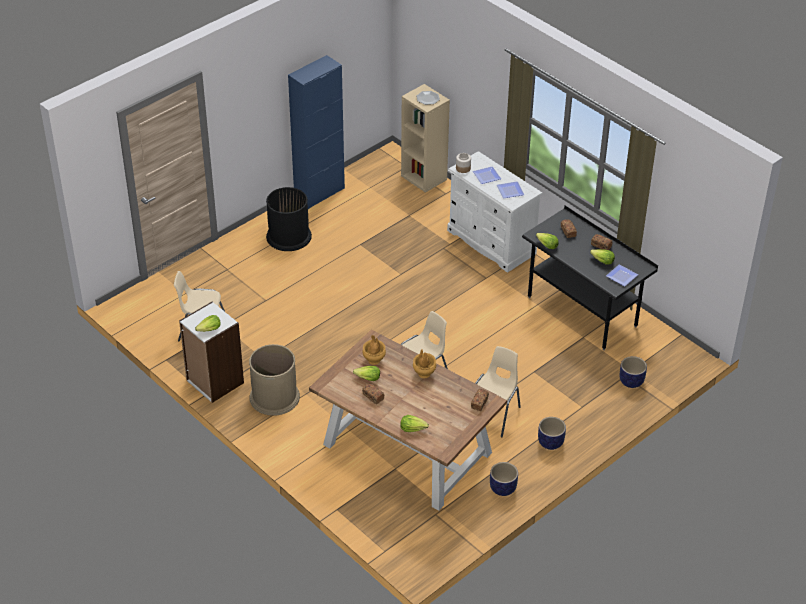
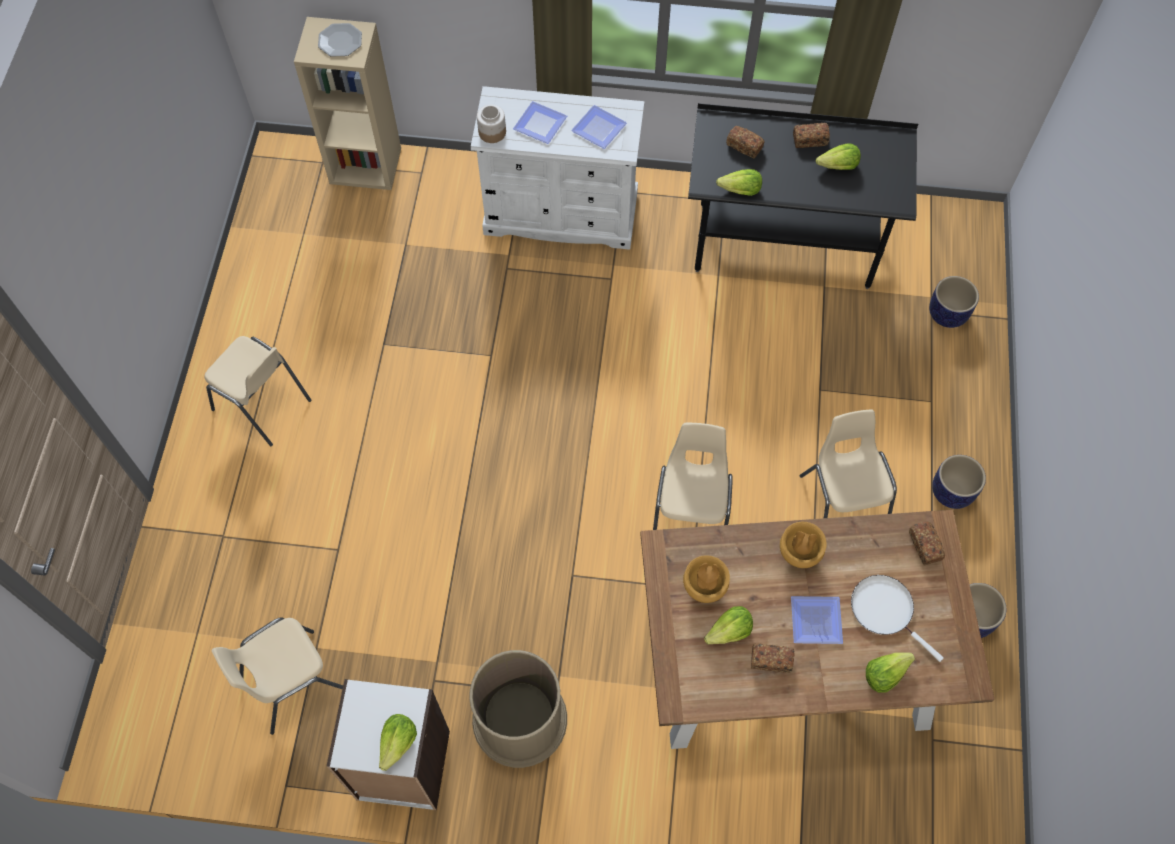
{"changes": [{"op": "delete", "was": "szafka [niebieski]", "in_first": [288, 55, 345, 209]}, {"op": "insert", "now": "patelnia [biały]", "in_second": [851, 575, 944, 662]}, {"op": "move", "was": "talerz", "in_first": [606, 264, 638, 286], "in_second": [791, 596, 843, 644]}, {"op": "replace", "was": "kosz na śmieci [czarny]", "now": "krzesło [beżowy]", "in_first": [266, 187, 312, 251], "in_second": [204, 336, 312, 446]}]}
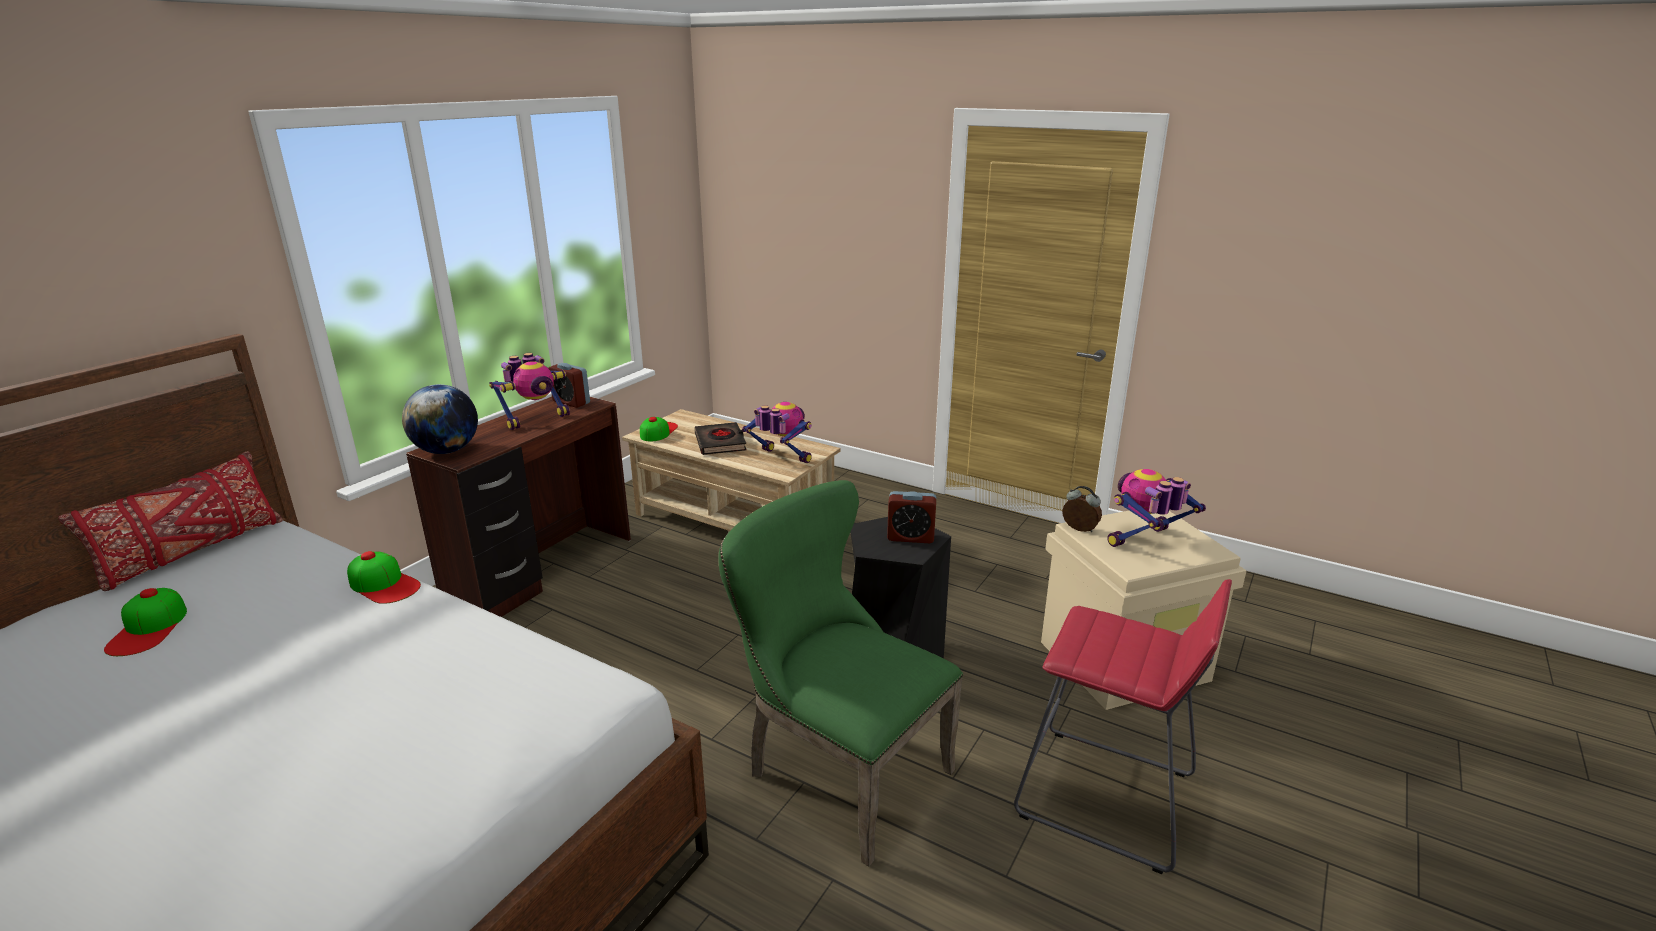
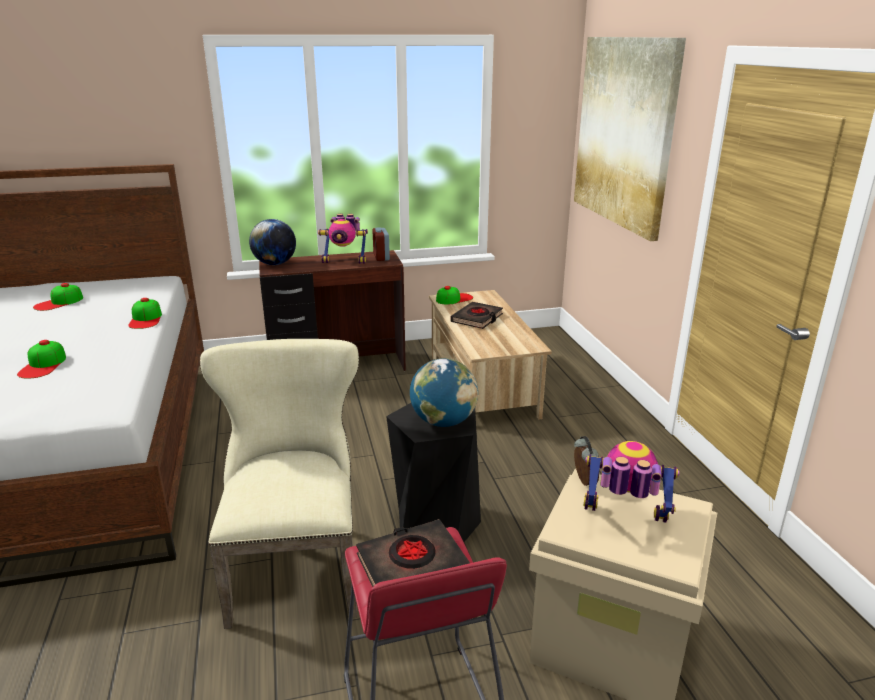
{"changes": [{"op": "delete", "was": "poduszka [czerwony]", "in_first": [58, 451, 283, 591]}, {"op": "delete", "was": "robot zabawkowy", "in_first": [742, 402, 812, 463]}, {"op": "insert", "now": "czapka z daszkiem", "in_second": [17, 340, 66, 379]}, {"op": "insert", "now": "książka [czarny]", "in_second": [356, 519, 470, 587]}, {"op": "insert", "now": "obraz", "in_second": [574, 37, 686, 241]}, {"op": "replace", "was": "budzik", "now": "globus", "in_first": [887, 491, 936, 543], "in_second": [410, 358, 478, 427]}, {"op": "recolor", "was": "krzesło [zielony]", "now": "krzesło [beżowy]", "in_first": [718, 480, 963, 867], "in_second": [200, 339, 359, 629]}]}
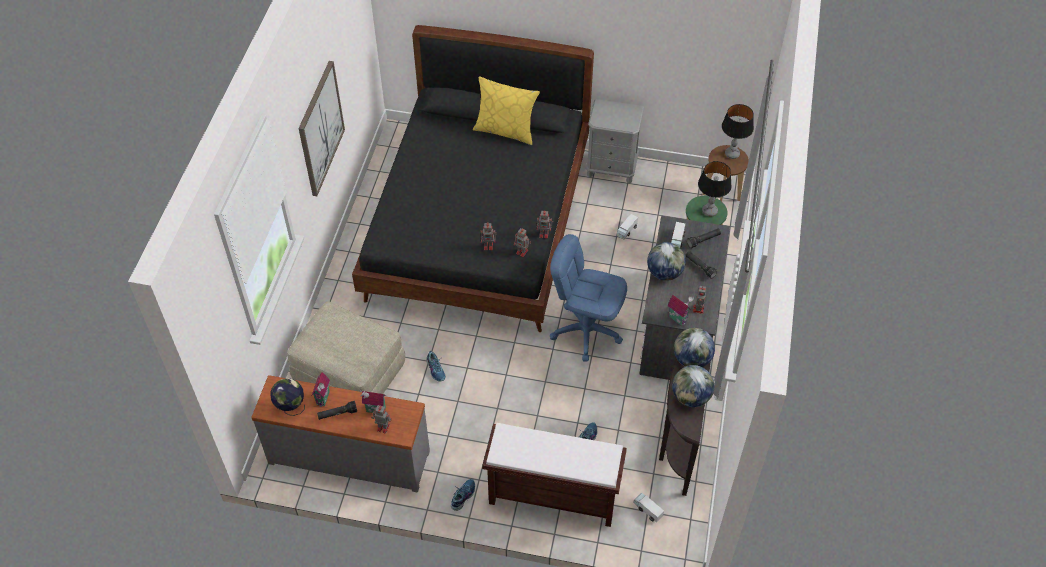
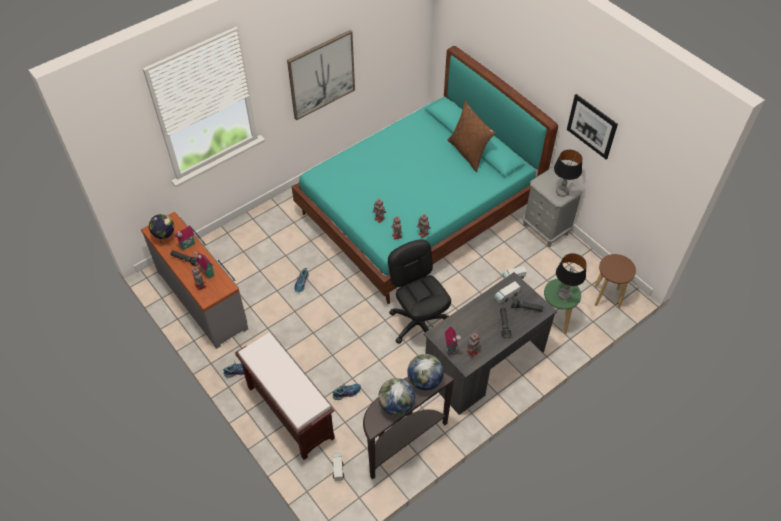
{"changes": [{"op": "delete", "was": "pufa [beżowy]", "in_first": [287, 301, 405, 394]}, {"op": "delete", "was": "globus", "in_first": [647, 242, 686, 281]}, {"op": "insert", "now": "obraz", "in_second": [567, 94, 618, 159]}, {"op": "move", "was": "lampa stołowa", "in_first": [722, 104, 754, 159], "in_second": [554, 150, 582, 197]}, {"op": "recolor", "was": "łóżko [czarny]", "now": "łóżko [turkusowy]", "in_first": [352, 25, 594, 332], "in_second": [292, 46, 558, 304]}, {"op": "recolor", "was": "poduszka [żółty]", "now": "poduszka [brązowy]", "in_first": [473, 76, 540, 145], "in_second": [448, 101, 496, 172]}, {"op": "recolor", "was": "krzesło biurowe [niebieski]", "now": "krzesło biurowe [czarny]", "in_first": [550, 234, 627, 362], "in_second": [388, 239, 451, 344]}]}
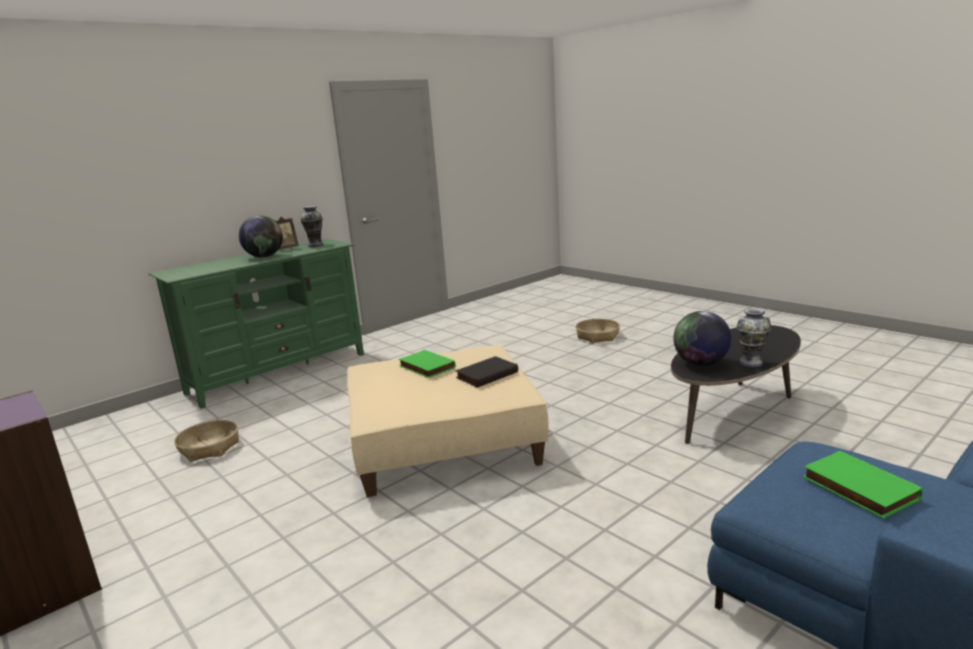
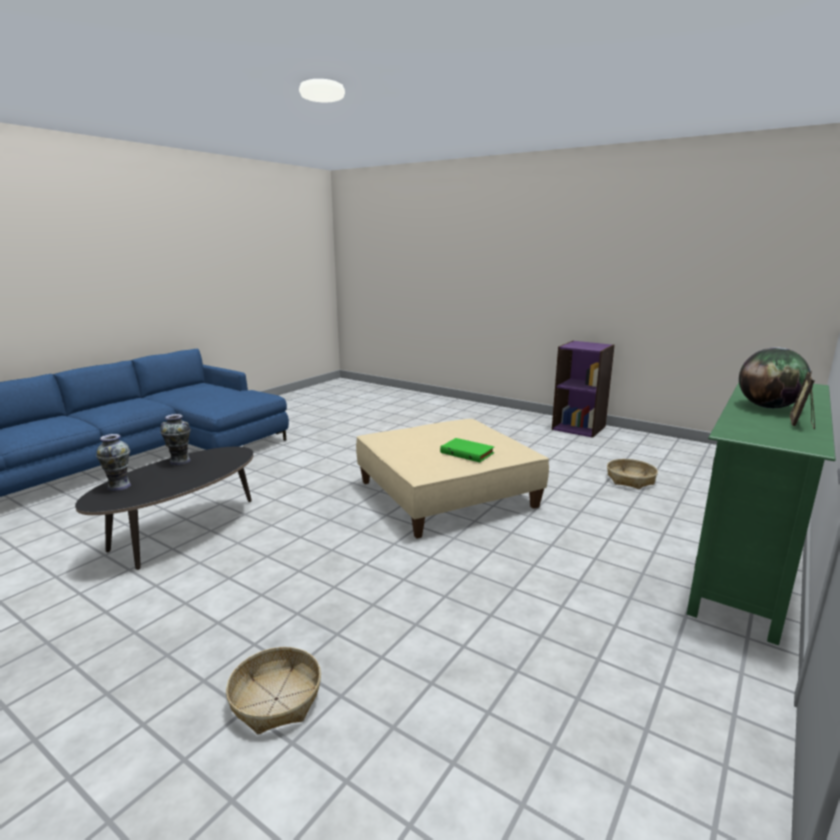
{"changes": [{"op": "delete", "was": "książka [czarny]", "in_first": [455, 356, 518, 388]}, {"op": "delete", "was": "globus", "in_first": [673, 311, 732, 366]}, {"op": "delete", "was": "książka [zielony]", "in_first": [802, 451, 922, 519]}, {"op": "move", "was": "wazon", "in_first": [300, 206, 324, 247], "in_second": [96, 434, 131, 491]}]}
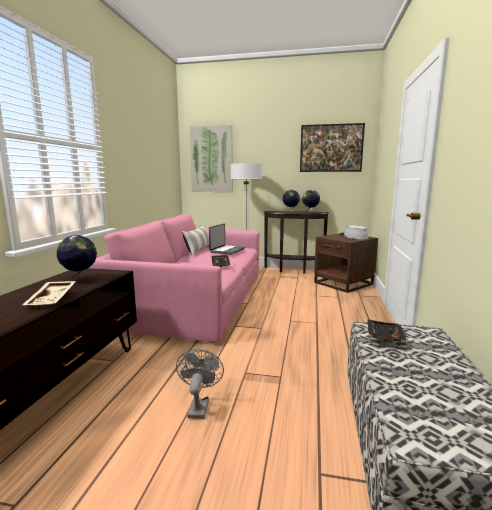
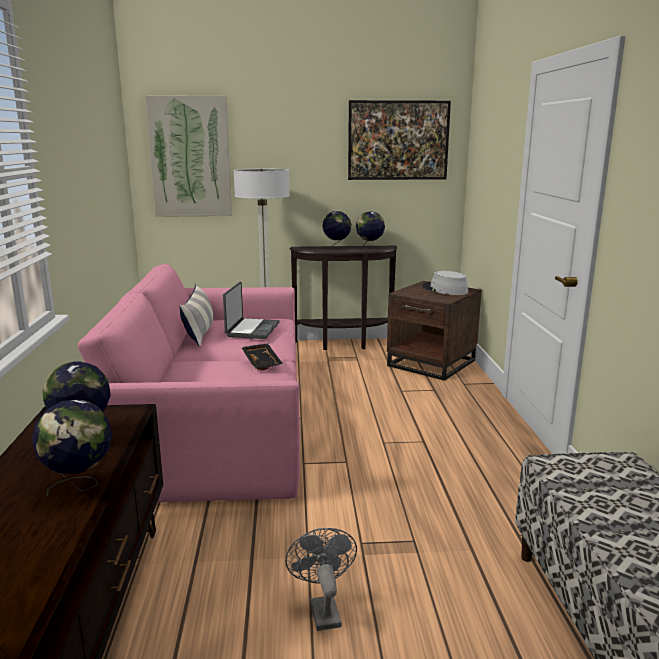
{"changes": [{"op": "delete", "was": "taca [czarny]", "in_first": [368, 319, 407, 342]}, {"op": "replace", "was": "taca [beżowy]", "now": "globus", "in_first": [23, 281, 76, 308], "in_second": [32, 400, 112, 496]}]}
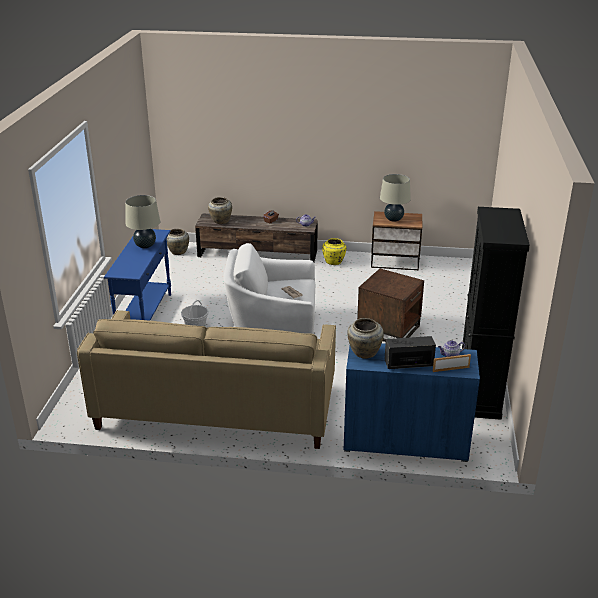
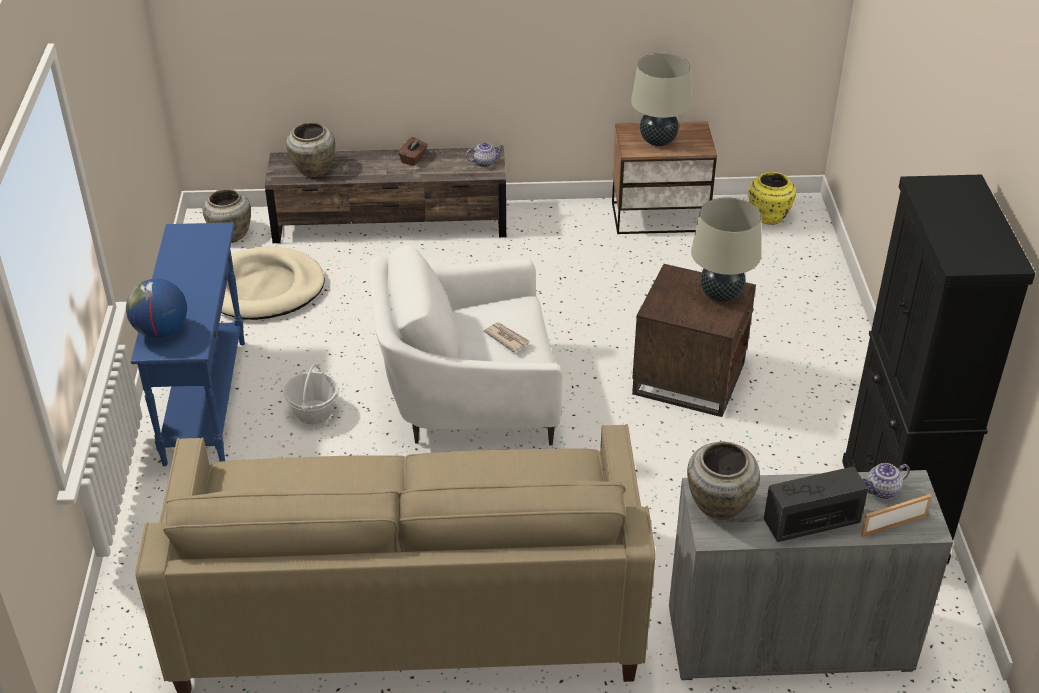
{"changes": [{"op": "insert", "now": "globus", "in_second": [126, 279, 187, 338]}, {"op": "insert", "now": "legowisko [beżowy]", "in_second": [221, 246, 325, 320]}, {"op": "move", "was": "lampa stołowa [beżowy]", "in_first": [125, 195, 160, 248], "in_second": [691, 197, 761, 302]}, {"op": "move", "was": "wazon [żółty]", "in_first": [322, 238, 346, 265], "in_second": [748, 172, 796, 225]}, {"op": "recolor", "was": "szafka [niebieski]", "now": "szafka [szary]", "in_first": [343, 343, 480, 462], "in_second": [669, 470, 953, 680]}]}
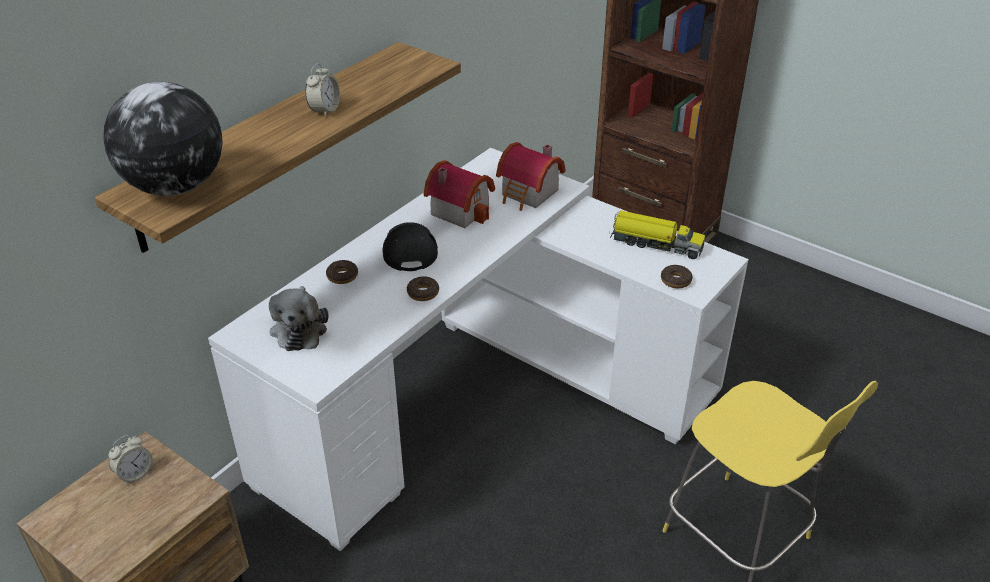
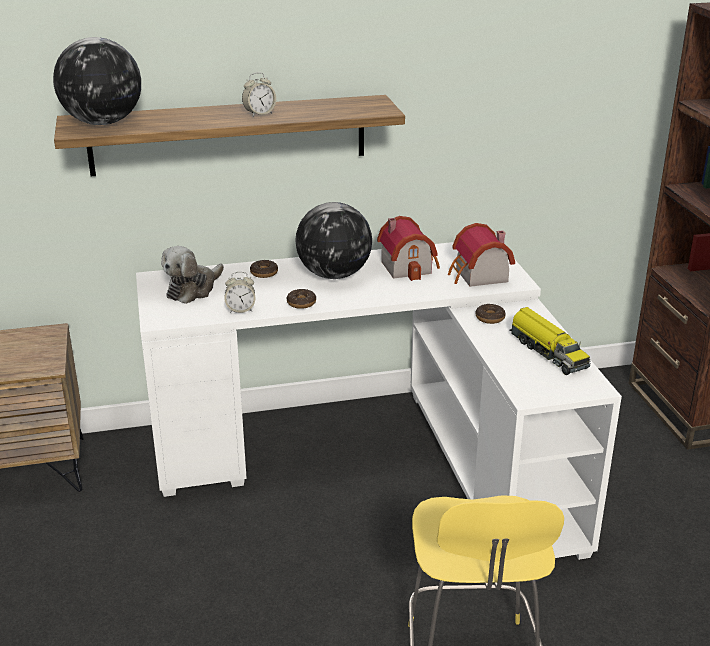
{"changes": [{"op": "move", "was": "budzik", "in_first": [108, 435, 153, 485], "in_second": [224, 272, 256, 313]}, {"op": "move", "was": "donut", "in_first": [661, 265, 693, 288], "in_second": [476, 304, 506, 324]}, {"op": "replace", "was": "czapka z daszkiem [czarny]", "now": "globus", "in_first": [382, 222, 438, 271], "in_second": [295, 202, 372, 279]}]}
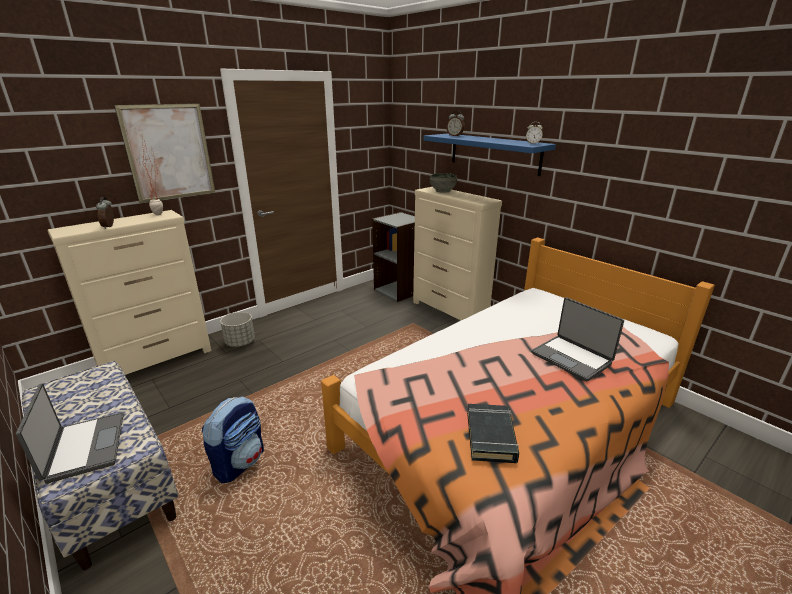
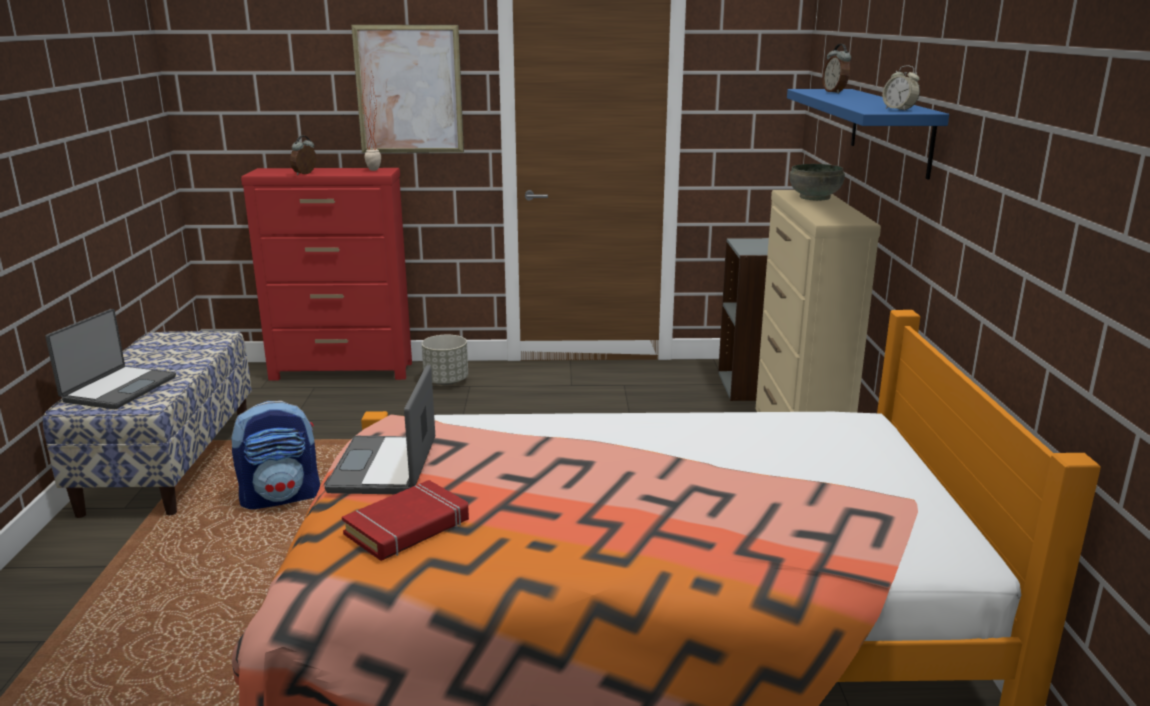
{"changes": [{"op": "move", "was": "laptop", "in_first": [531, 297, 624, 381], "in_second": [324, 365, 435, 494]}, {"op": "recolor", "was": "komoda [beżowy]", "now": "komoda [czerwony]", "in_first": [48, 210, 212, 375], "in_second": [241, 168, 412, 381]}, {"op": "recolor", "was": "książka [czarny]", "now": "książka [czerwony]", "in_first": [467, 404, 519, 463], "in_second": [342, 480, 469, 561]}]}
